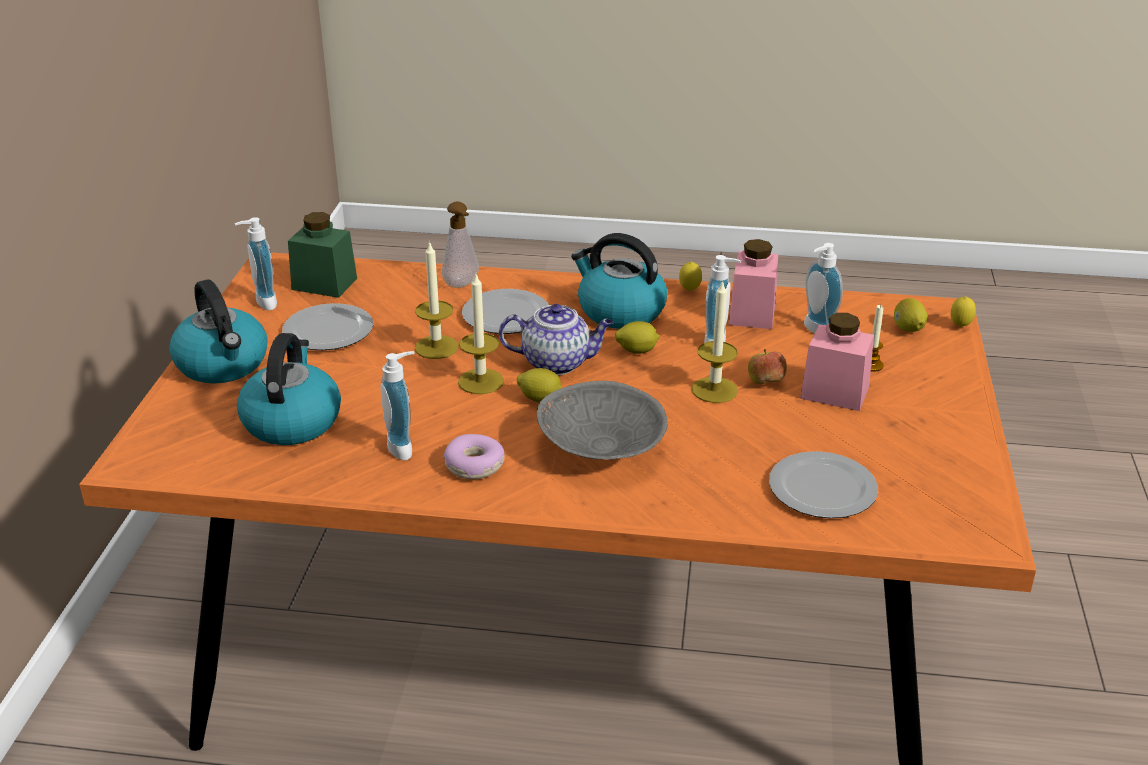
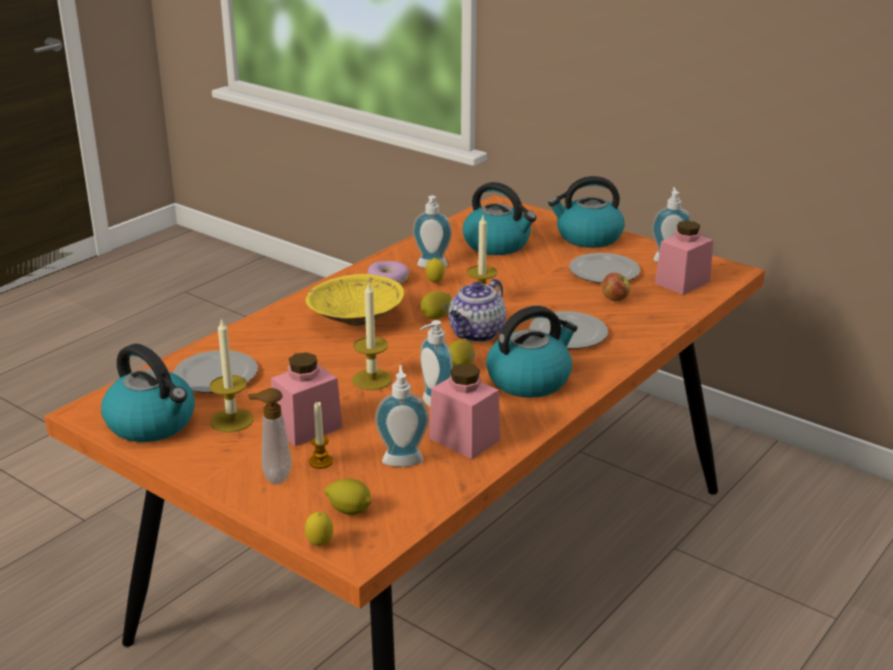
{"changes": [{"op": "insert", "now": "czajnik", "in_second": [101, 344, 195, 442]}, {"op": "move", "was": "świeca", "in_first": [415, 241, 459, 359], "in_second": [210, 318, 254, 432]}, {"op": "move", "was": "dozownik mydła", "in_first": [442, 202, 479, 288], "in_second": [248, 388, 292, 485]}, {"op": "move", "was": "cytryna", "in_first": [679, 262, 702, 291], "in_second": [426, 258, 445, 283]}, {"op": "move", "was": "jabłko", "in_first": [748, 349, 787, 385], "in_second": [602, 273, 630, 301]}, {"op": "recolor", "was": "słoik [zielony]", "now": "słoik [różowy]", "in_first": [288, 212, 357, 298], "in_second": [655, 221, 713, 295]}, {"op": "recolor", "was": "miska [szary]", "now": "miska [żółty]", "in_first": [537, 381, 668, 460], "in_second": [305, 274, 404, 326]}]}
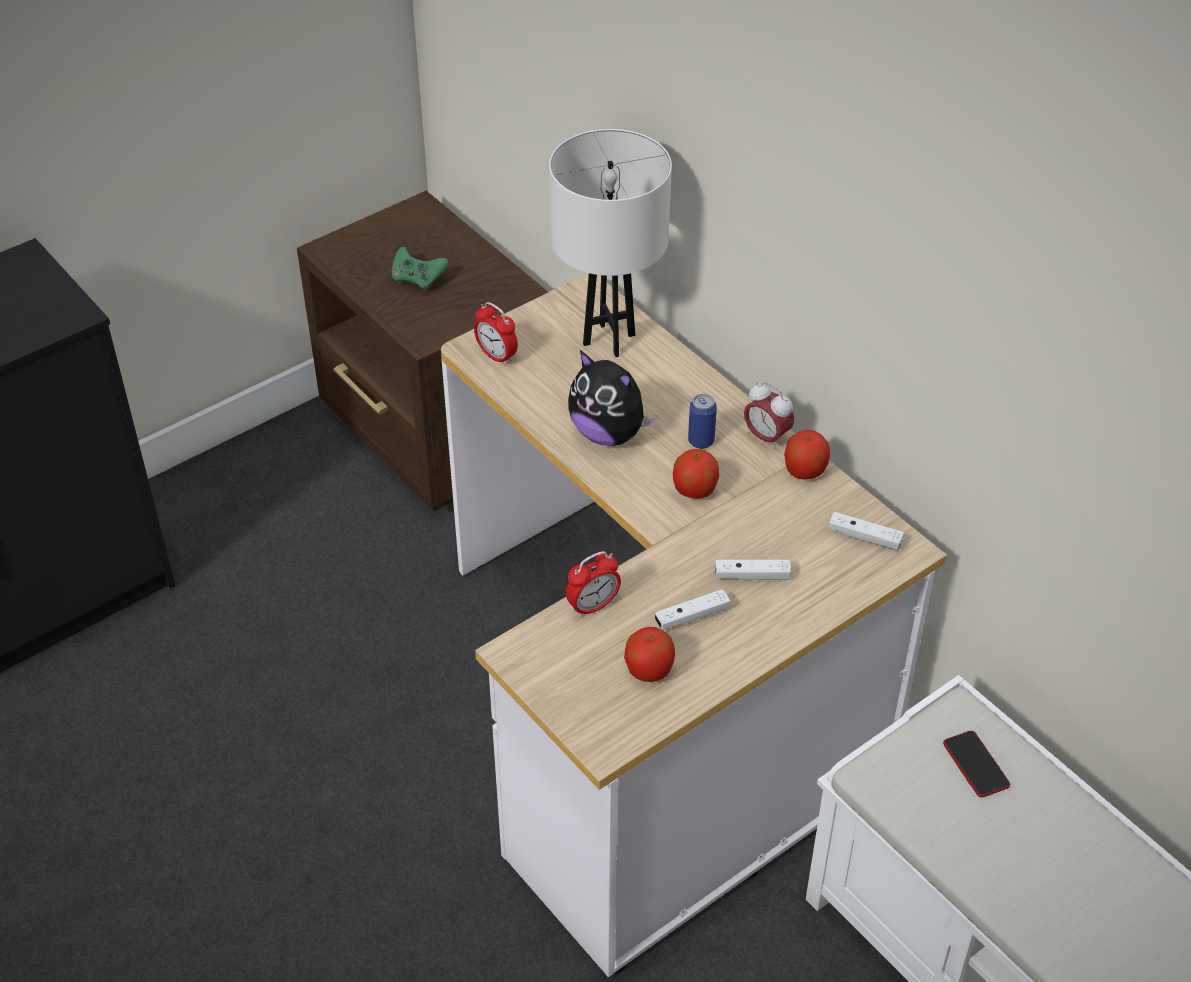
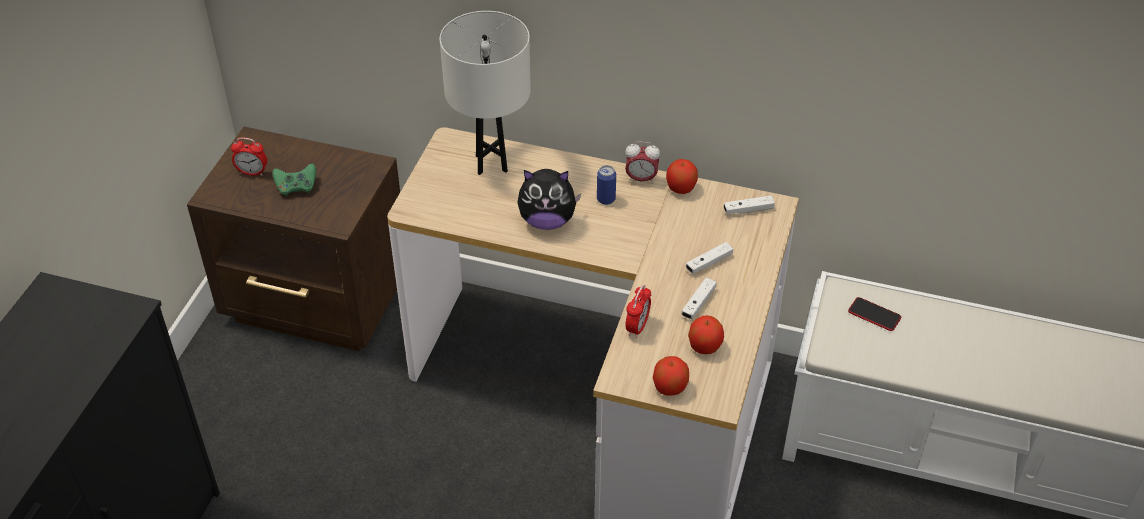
{"changes": [{"op": "move", "was": "budzik", "in_first": [474, 302, 518, 366], "in_second": [231, 137, 267, 176]}, {"op": "move", "was": "jabłko", "in_first": [673, 449, 719, 499], "in_second": [653, 356, 689, 396]}]}
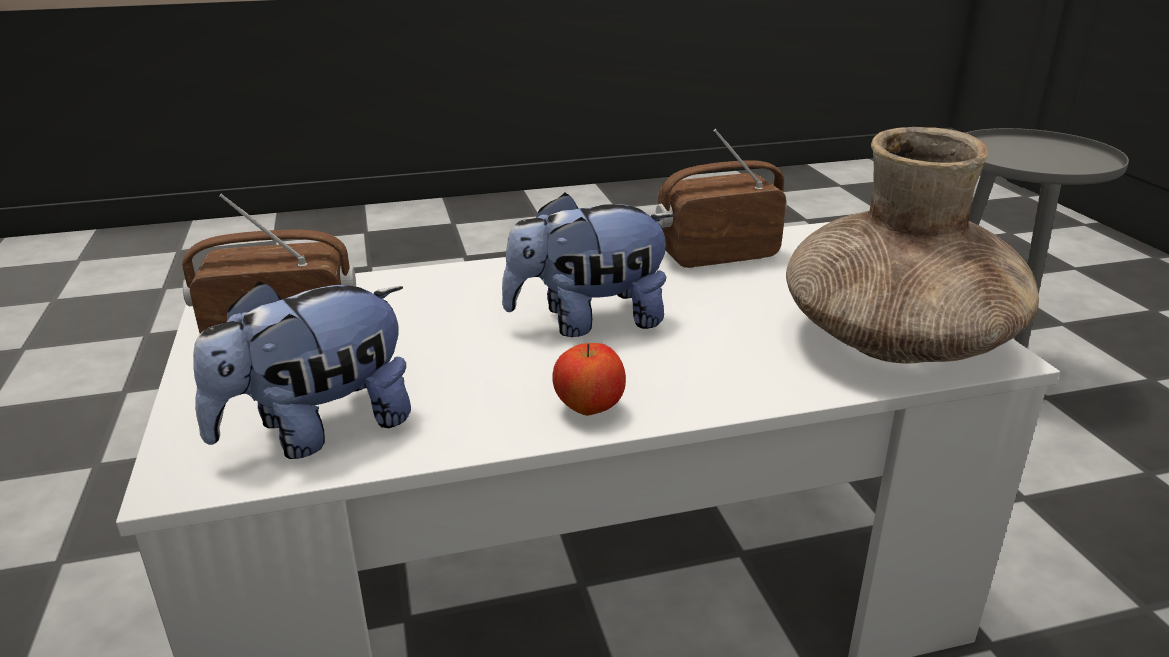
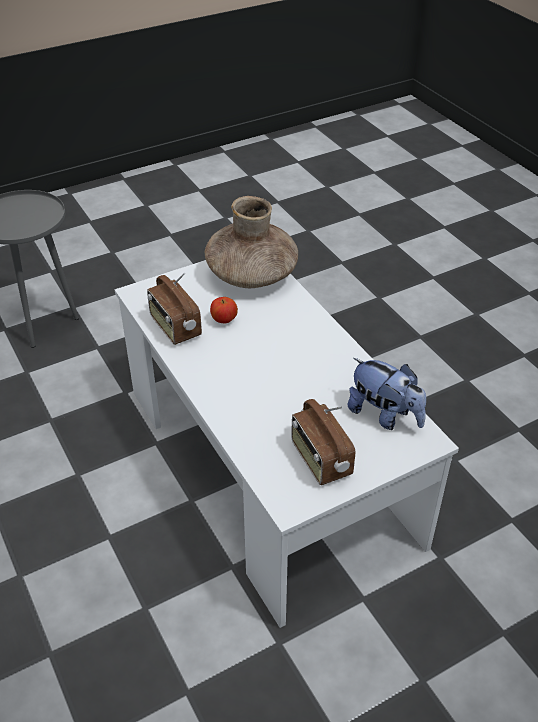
{"changes": [{"op": "delete", "was": "pluszak", "in_first": [502, 193, 675, 337]}, {"op": "move", "was": "jabłko", "in_first": [552, 343, 626, 416], "in_second": [210, 297, 238, 324]}]}
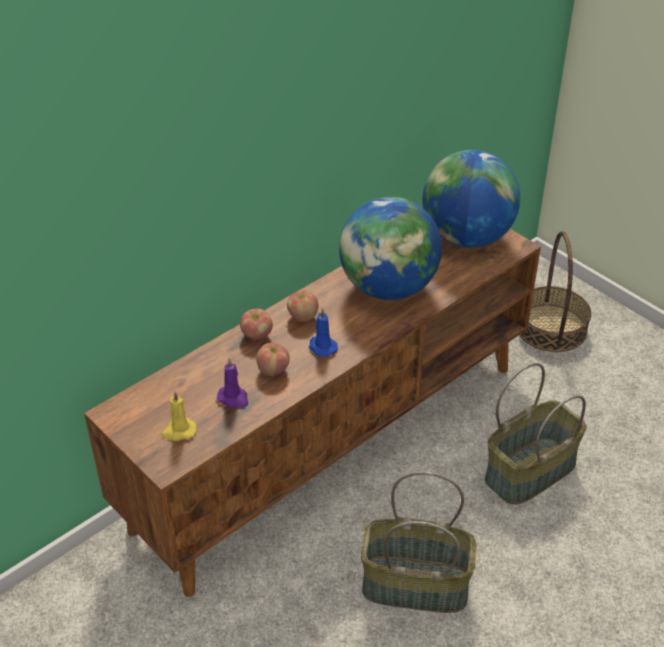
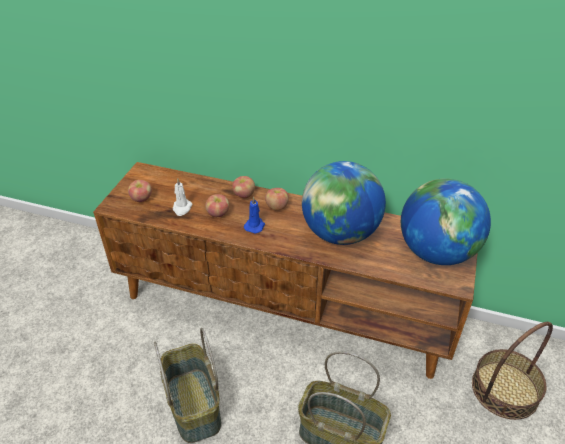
{"changes": [{"op": "replace", "was": "świeca [żółty]", "now": "jabłko", "in_first": [161, 391, 197, 441], "in_second": [128, 180, 152, 202]}, {"op": "recolor", "was": "świeca [fioletowy]", "now": "świeca [biały]", "in_first": [217, 358, 248, 408], "in_second": [173, 178, 193, 216]}]}
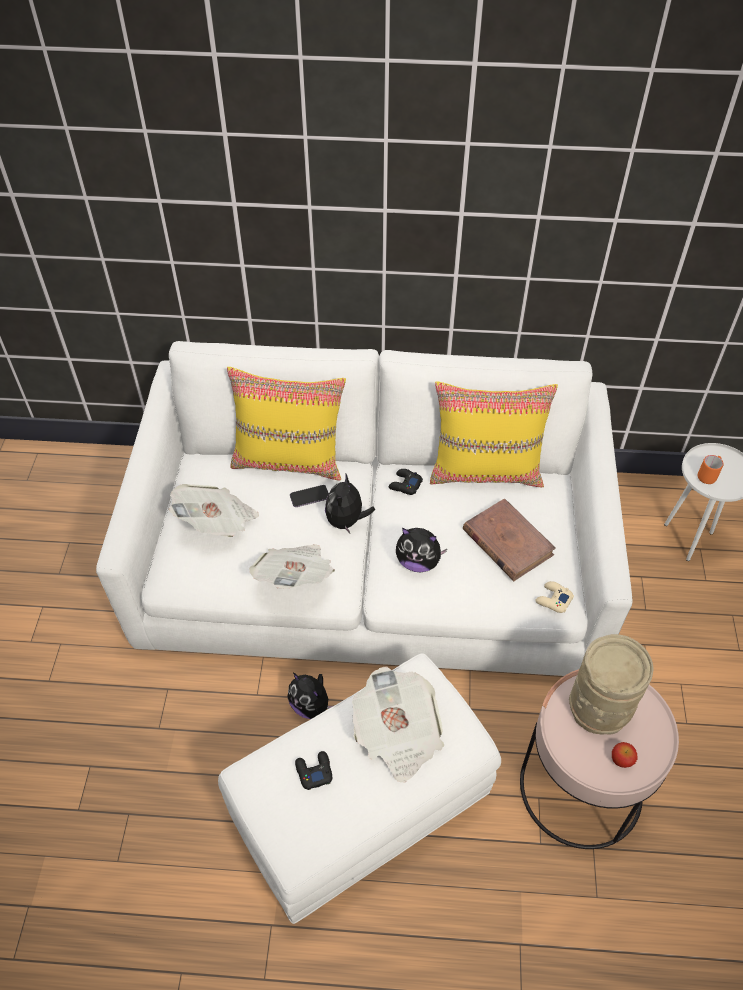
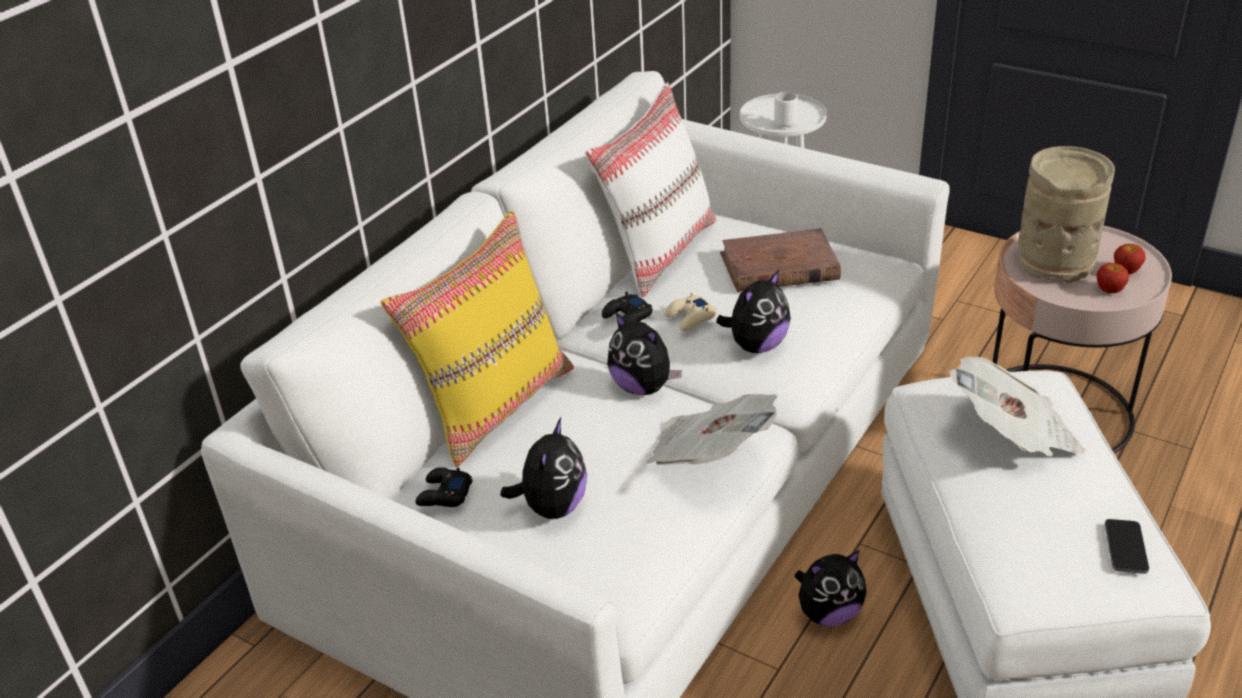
{"changes": [{"op": "insert", "now": "jabłko", "in_second": [1097, 263, 1129, 293]}, {"op": "move", "was": "telefon", "in_first": [290, 485, 329, 507], "in_second": [1105, 519, 1149, 574]}, {"op": "move", "was": "pad do gier [czarny]", "in_first": [295, 751, 332, 790], "in_second": [415, 468, 473, 507]}, {"op": "move", "was": "pad do gier [beżowy]", "in_first": [535, 581, 574, 613], "in_second": [665, 292, 716, 331]}, {"op": "replace", "was": "gazeta", "now": "pluszak", "in_first": [168, 484, 259, 537], "in_second": [500, 418, 587, 519]}, {"op": "recolor", "was": "poduszka [żółty]", "now": "poduszka [biały]", "in_first": [430, 381, 558, 487], "in_second": [585, 82, 716, 297]}, {"op": "recolor", "was": "kubek [pomarańczowy]", "now": "kubek [biały]", "in_first": [698, 455, 723, 484], "in_second": [774, 92, 798, 127]}]}
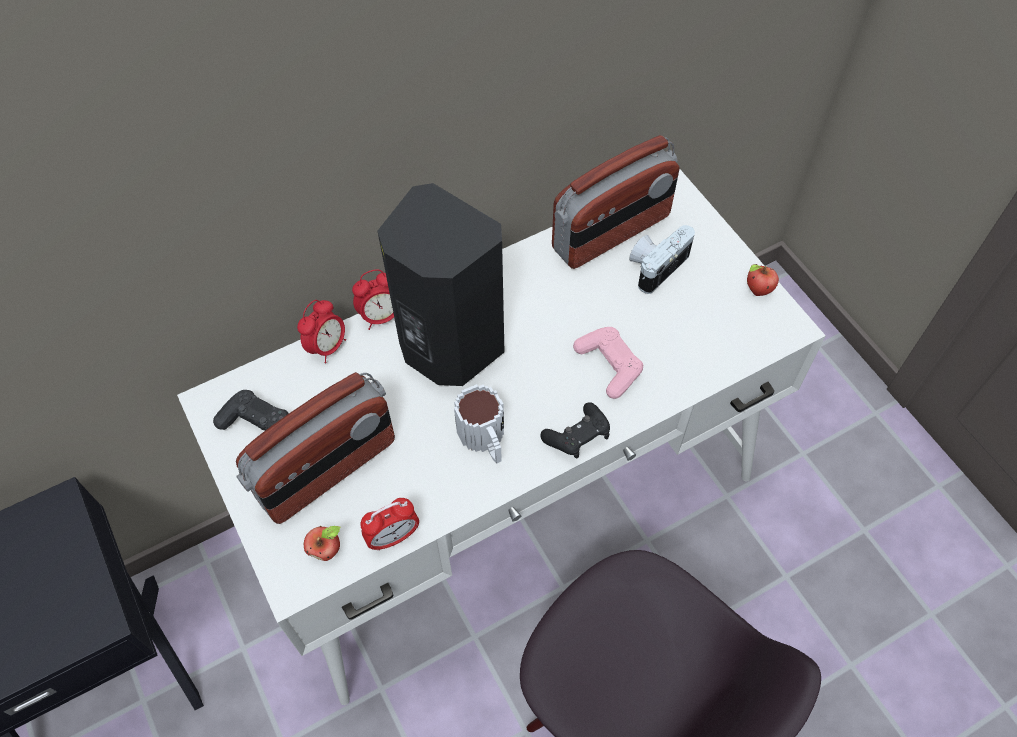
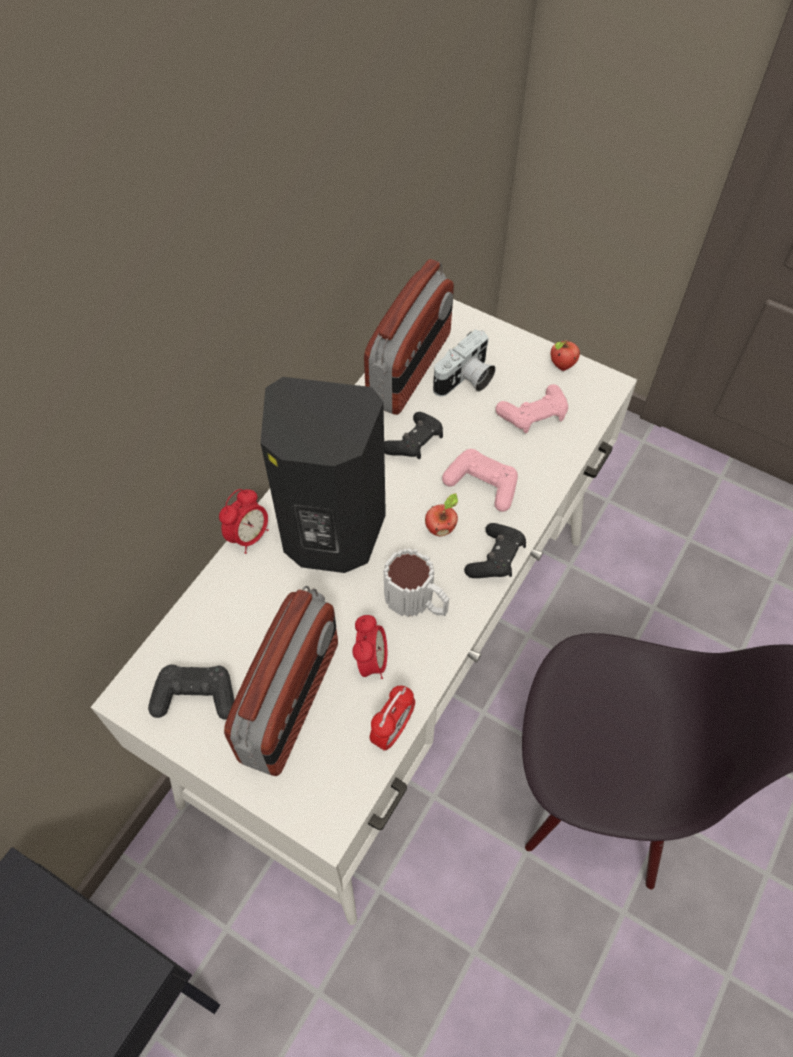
{"changes": [{"op": "insert", "now": "pad do gier [czarny]", "in_second": [384, 412, 443, 459]}, {"op": "insert", "now": "pad do gier [różowy]", "in_second": [496, 384, 568, 433]}, {"op": "move", "was": "budzik", "in_first": [297, 300, 346, 363], "in_second": [352, 615, 387, 679]}, {"op": "move", "was": "jabłko", "in_first": [304, 526, 340, 561], "in_second": [425, 493, 458, 536]}, {"op": "rotate", "was": "aparat fotograficzny", "in_first": [629, 225, 695, 294], "in_second": [433, 329, 496, 397], "clockwise": -150}]}
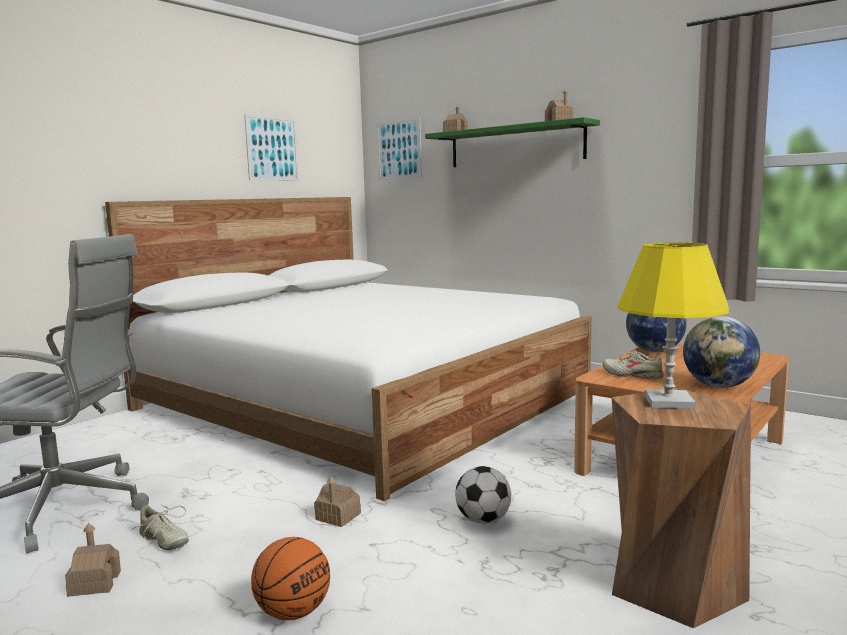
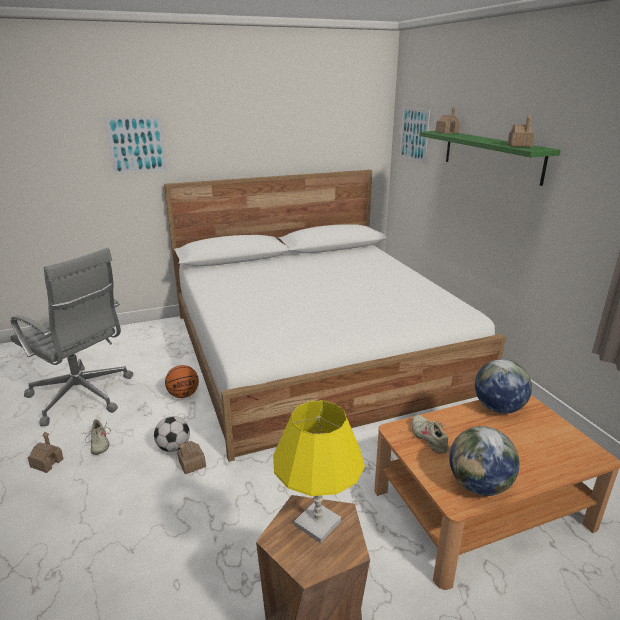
{"changes": [{"op": "move", "was": "obraz", "in_first": [244, 114, 299, 181], "in_second": [103, 115, 168, 175]}, {"op": "move", "was": "piłka do koszykówki", "in_first": [251, 537, 330, 620], "in_second": [165, 365, 199, 398]}, {"op": "move", "was": "piłka futbolowa", "in_first": [455, 466, 511, 524], "in_second": [154, 416, 190, 452]}]}
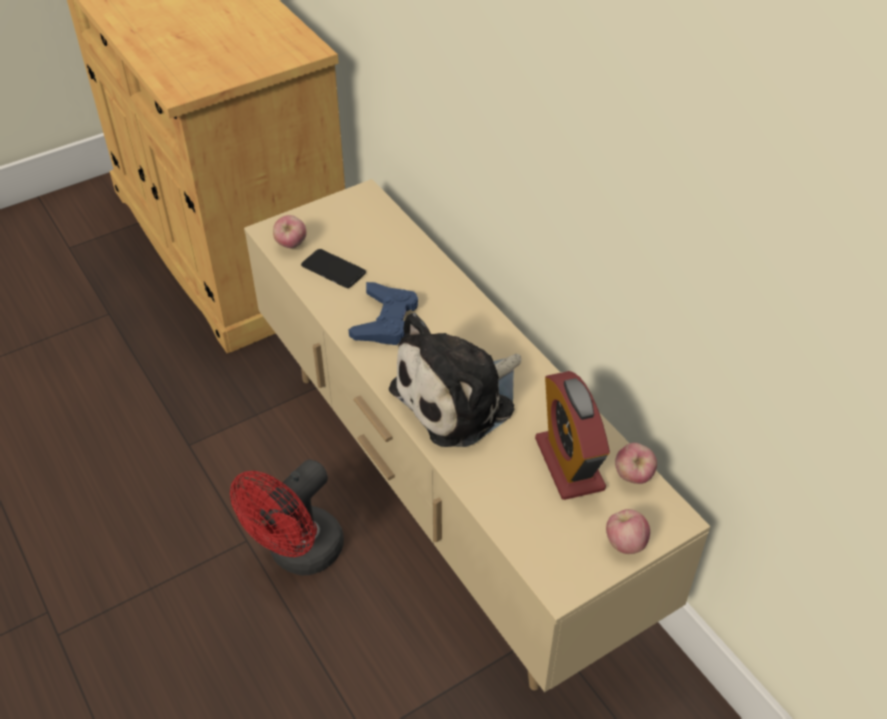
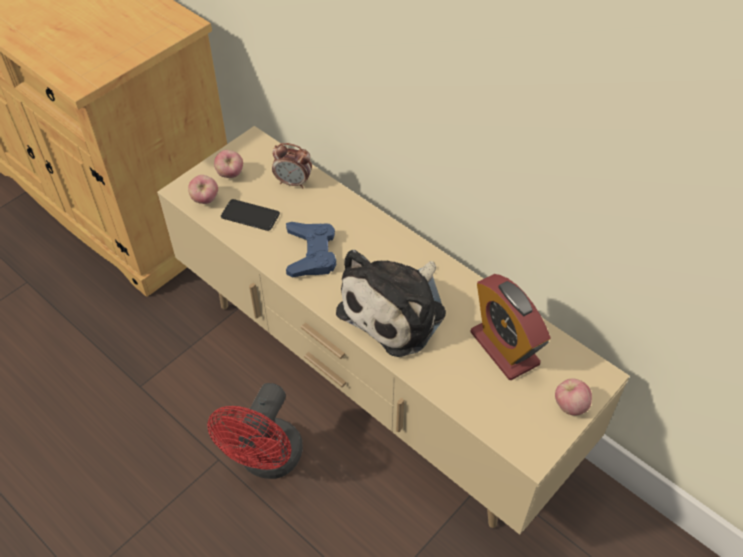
{"changes": [{"op": "insert", "now": "budzik", "in_second": [272, 143, 312, 188]}, {"op": "move", "was": "jabłko", "in_first": [615, 443, 657, 484], "in_second": [214, 150, 243, 178]}]}
